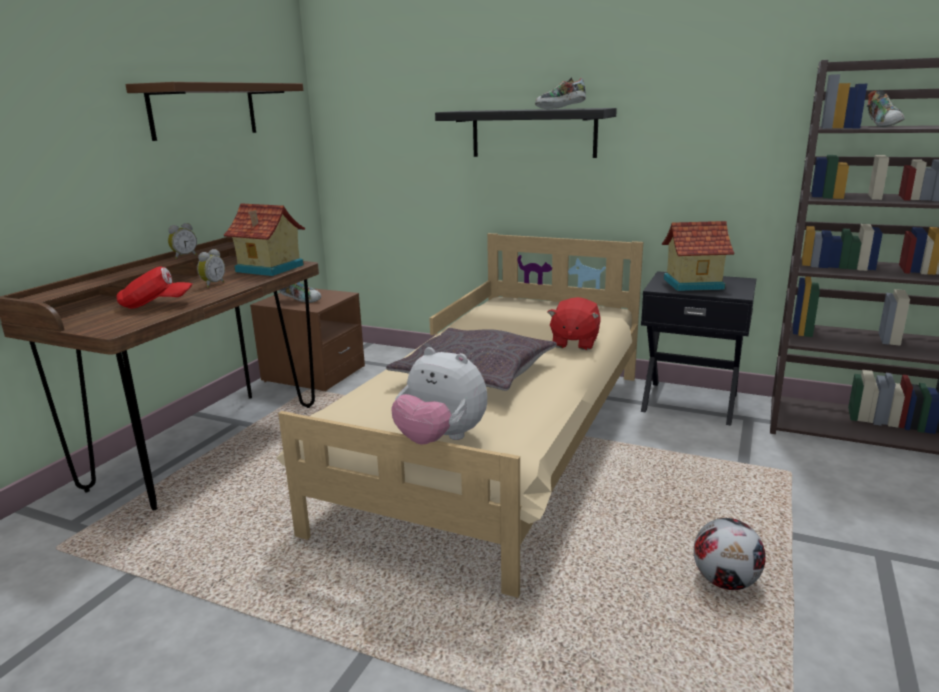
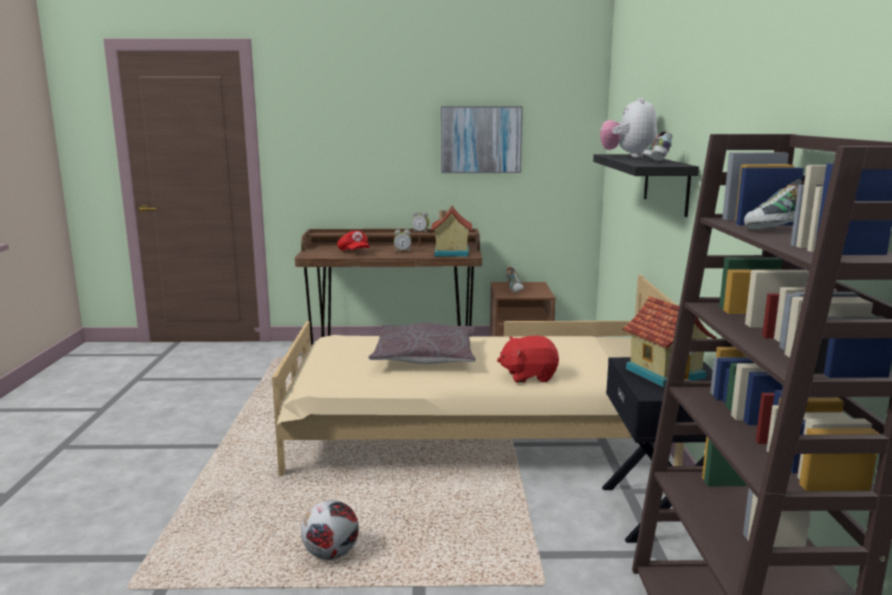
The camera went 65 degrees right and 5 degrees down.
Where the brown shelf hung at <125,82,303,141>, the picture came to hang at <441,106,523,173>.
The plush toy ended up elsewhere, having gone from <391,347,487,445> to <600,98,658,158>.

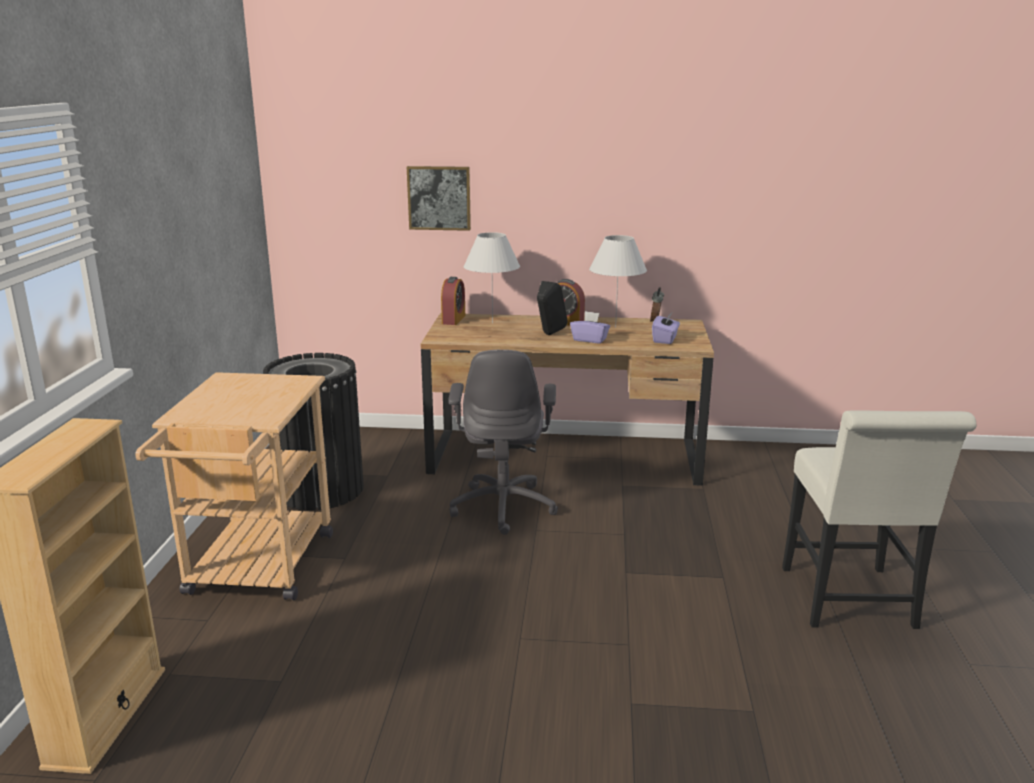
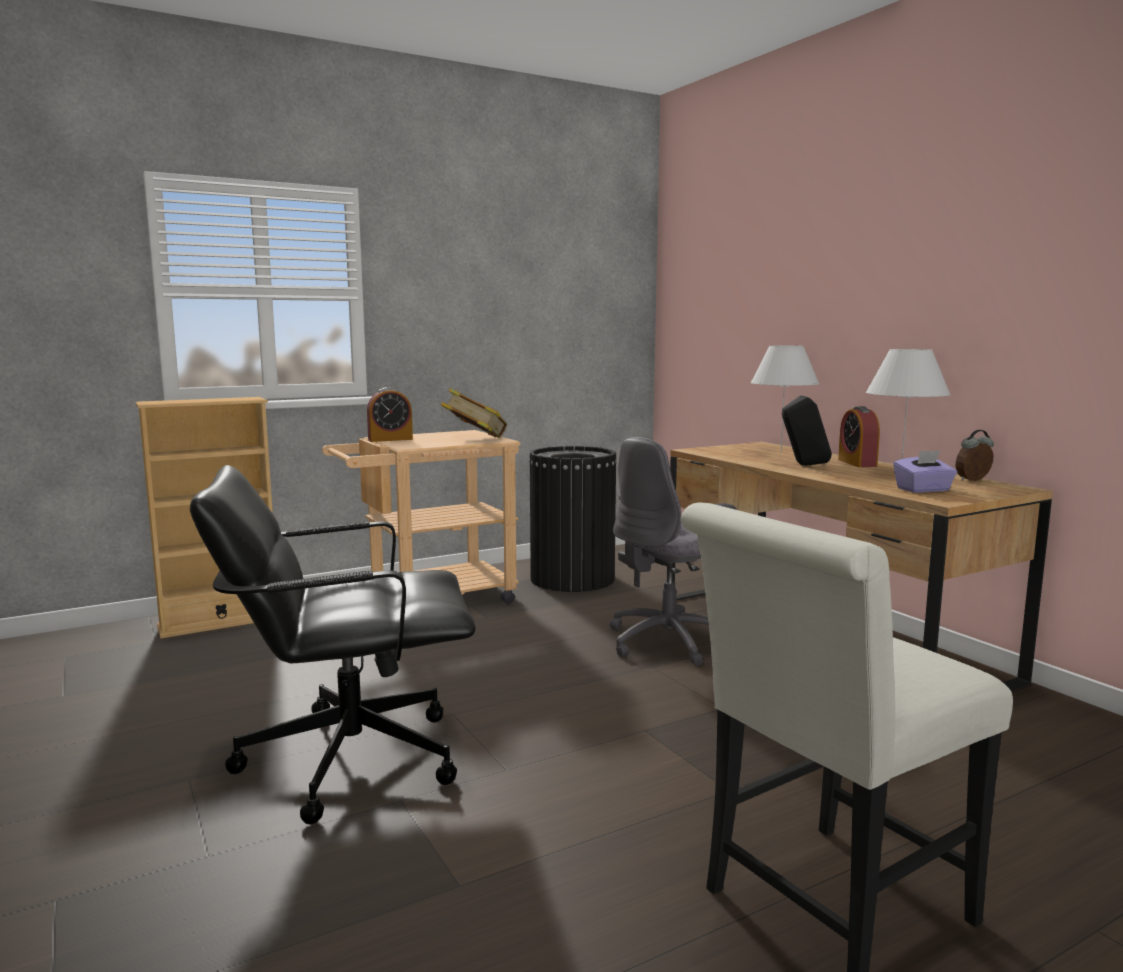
The camera went 55 degrees right and 10 degrees down.
The second view gained the black office chair at <190,465,476,824>.
The alarm clock ended up elsewhere, having gone from <441,277,465,325> to <367,387,413,442>.
The second view gained the book at <441,388,507,438>.
The second view lost the picture at <407,166,471,231>.
The second view lost the purple tissue box at <570,311,610,343>.

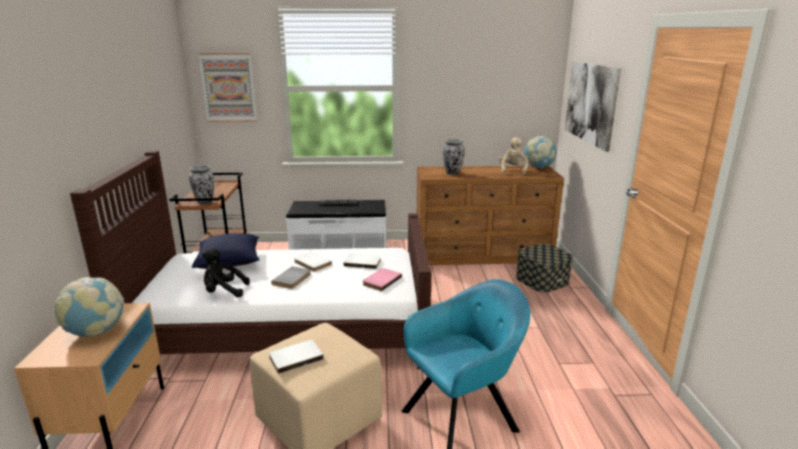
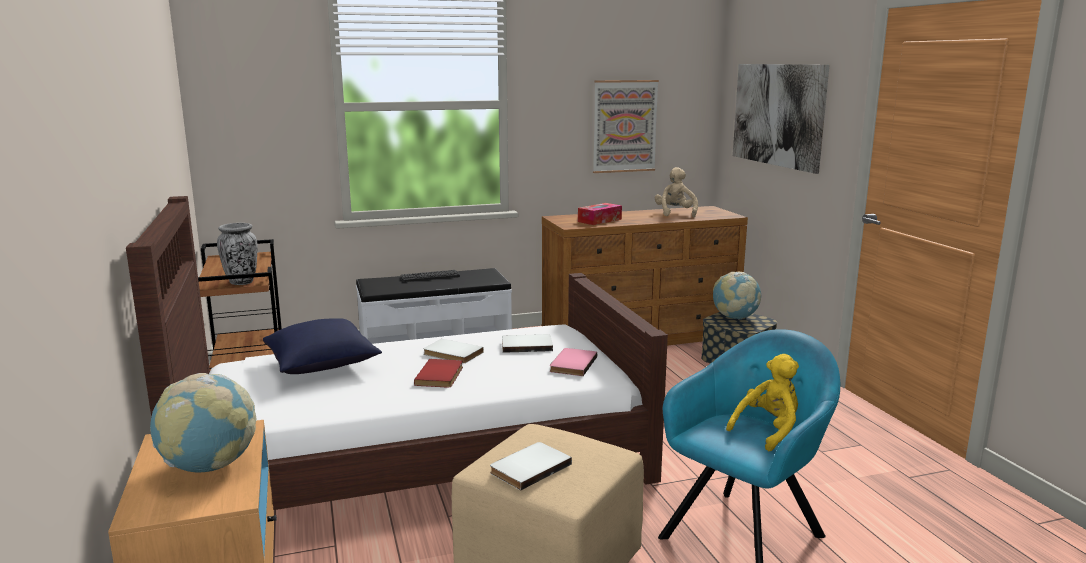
The camera went 15 degrees left and 5 degrees down.
What was the grey book at <271,267,311,289> turned into the red book at <414,359,463,388>.
Where the vase stood at <443,139,465,175>, the tissue box came to stand at <578,203,622,225>.
The picture ended up elsewhere, having gone from <198,53,257,122> to <593,80,659,173>.
The globe ended up elsewhere, having gone from <524,136,557,169> to <713,272,761,319>.
The second view gained the yellow plush toy at <726,354,799,451>.
The second view lost the black plush toy at <202,249,250,297>.

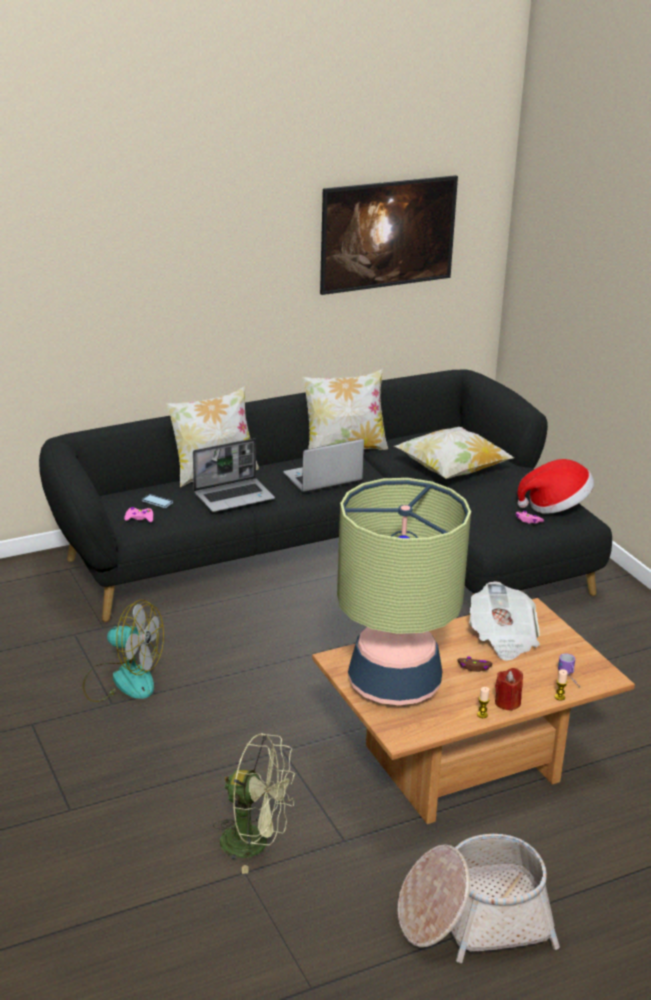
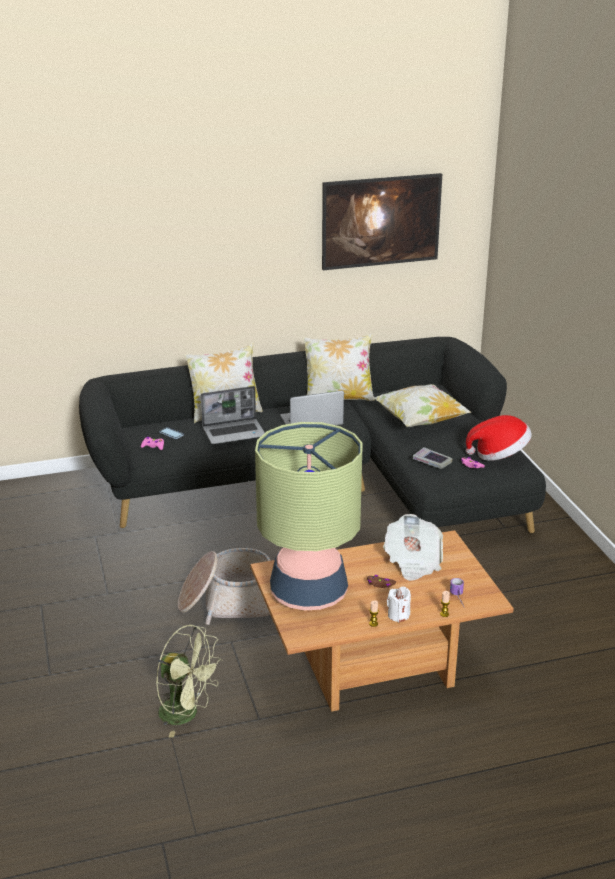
The camera went 10 degrees right and 0 degrees up.
The basket ended up elsewhere, having gone from <398,834,560,963> to <178,548,274,625>.
What was the red candle at <495,668,523,711> turned into the white candle at <387,586,411,622>.
The second view gained the book at <413,447,453,469>.
The second view lost the fan at <83,600,164,702>.

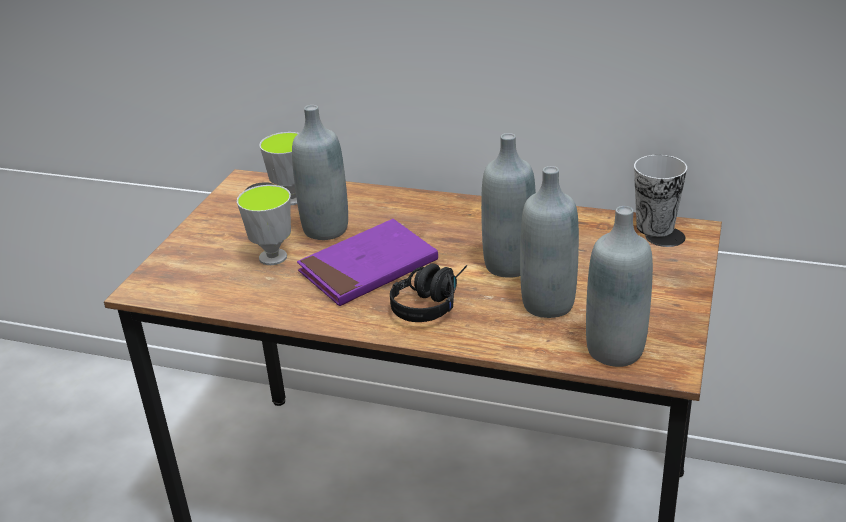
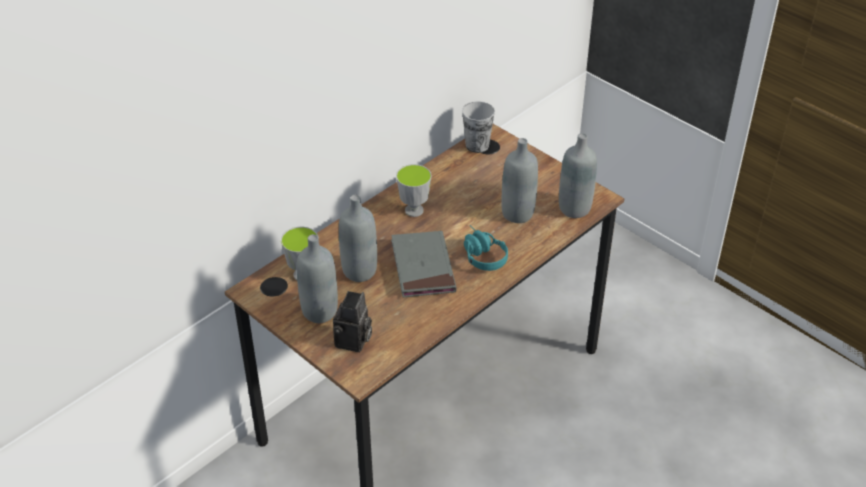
The camera went 65 degrees left and 10 degrees up.
The grey bottle ended up elsewhere, having gone from <481,133,536,278> to <297,234,338,323>.
The second view gained the photo camera at <333,291,372,352>.
What was the purple book at <297,219,438,306> turned into the grey book at <391,231,456,297>.
The cup ended up elsewhere, having gone from <237,185,291,265> to <396,164,432,217>.
What was the black headphones at <390,263,467,322> turned into the turquoise headphones at <464,225,508,271>.

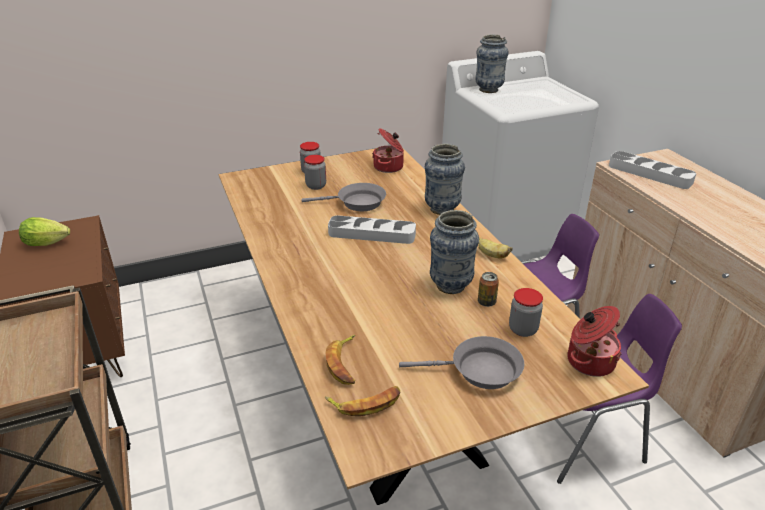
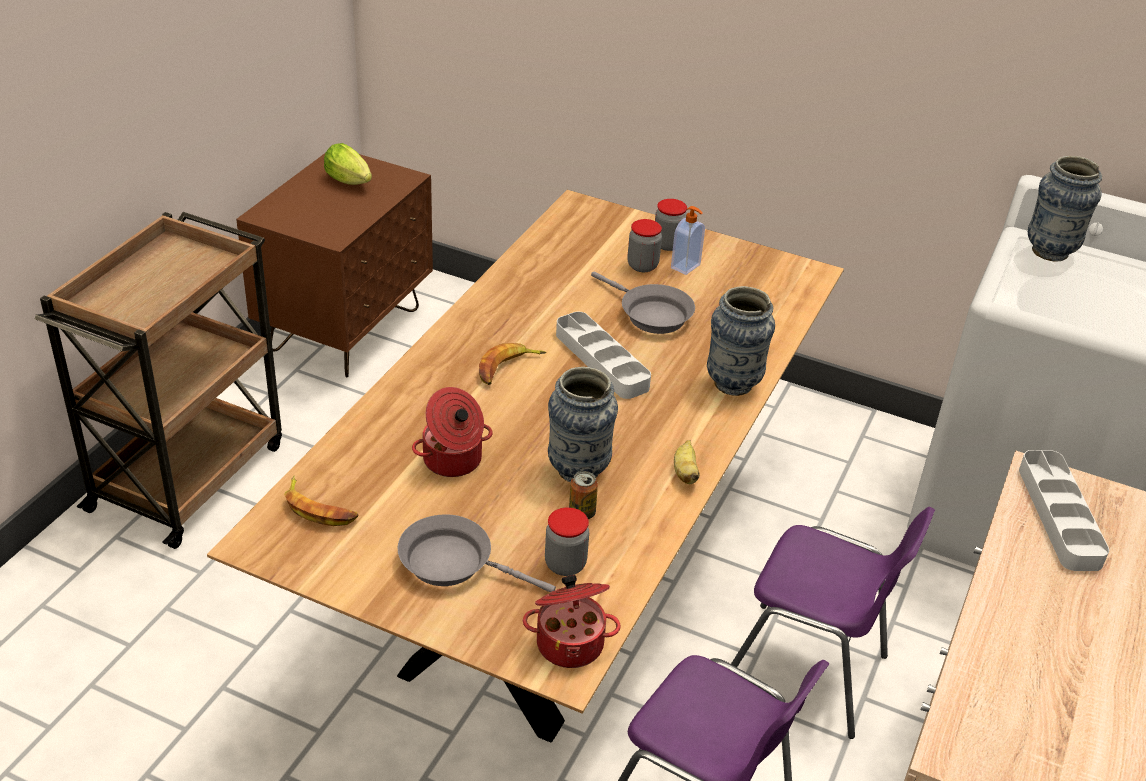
The camera went 45 degrees right and 5 degrees up.
The grey frying pan at <399,336,524,389> ended up facing another way, 150 degrees clockwise from before.
The cooking pot ended up elsewhere, having gone from <372,128,404,173> to <412,387,493,477>.
The banana ended up elsewhere, having gone from <326,335,355,385> to <479,343,547,385>.
The second view gained the soap dispenser at <671,206,705,275>.

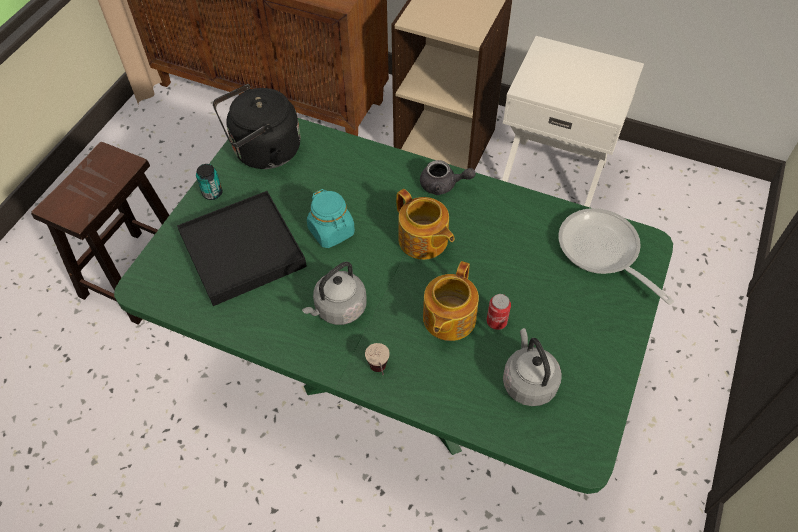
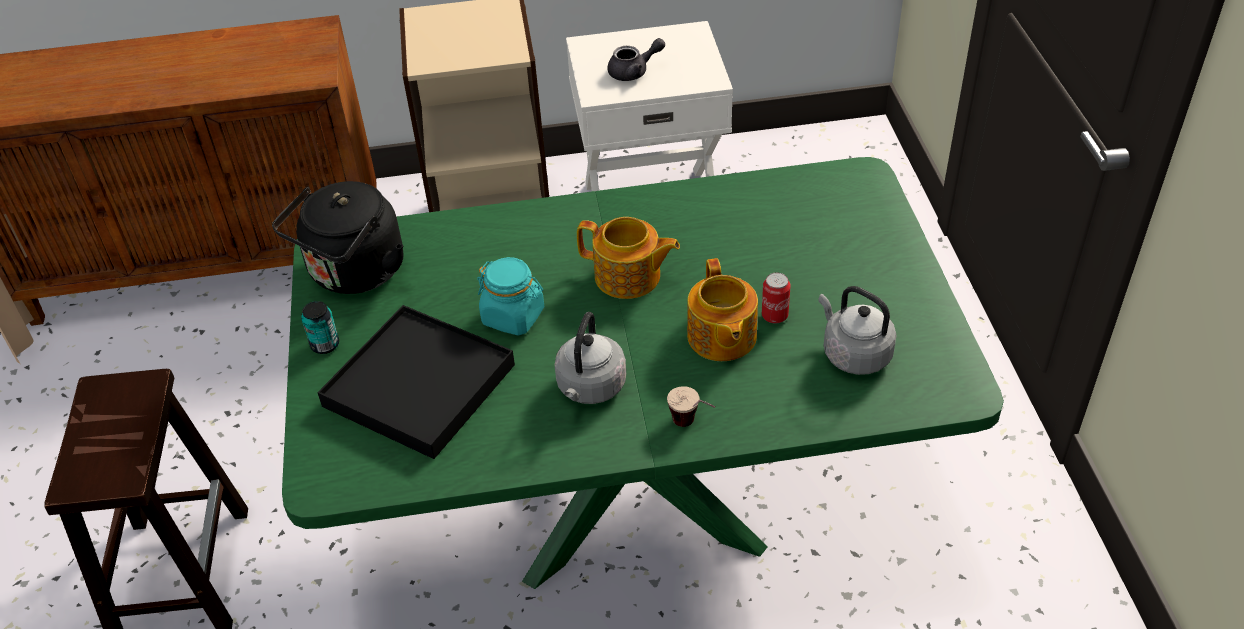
The camera went 30 degrees left and 10 degrees down.
The grey teapot ended up elsewhere, having gone from <420,160,476,195> to <608,38,665,81>.
The second view lost the frying pan at <558,208,674,305>.

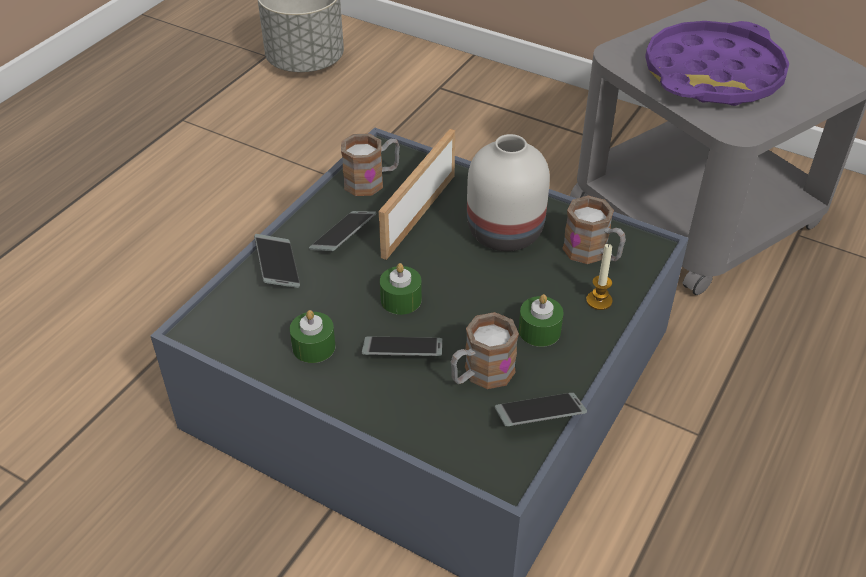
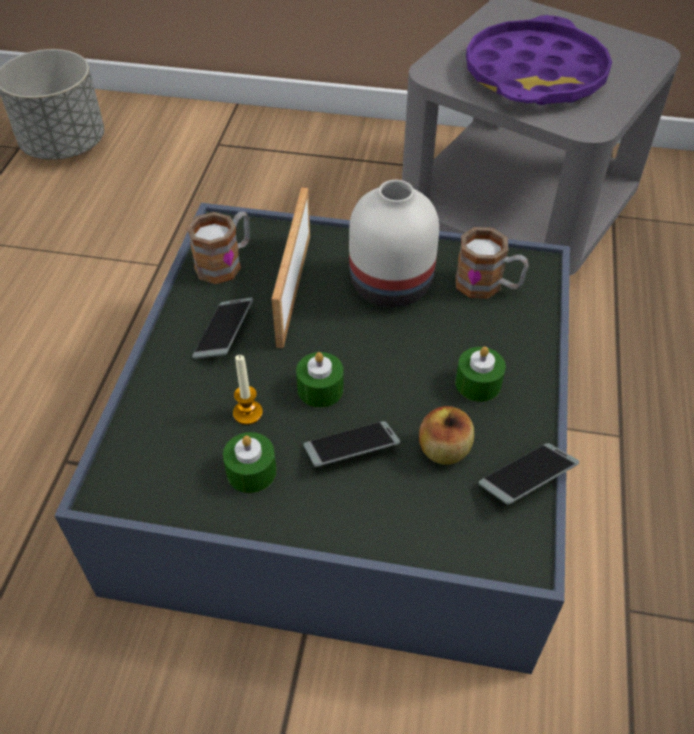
The camera went 20 degrees left and 5 degrees up.
The candle ended up elsewhere, having gone from <586,244,613,310> to <233,355,263,425>.
Where the mug stood at <451,312,519,389>, the apple came to stand at <419,406,474,465>.
The second view lost the phone at <254,234,300,288>.

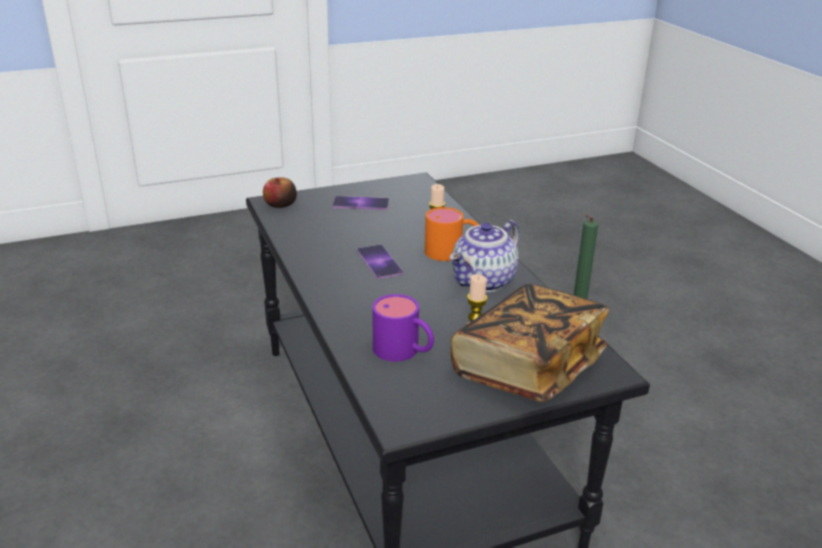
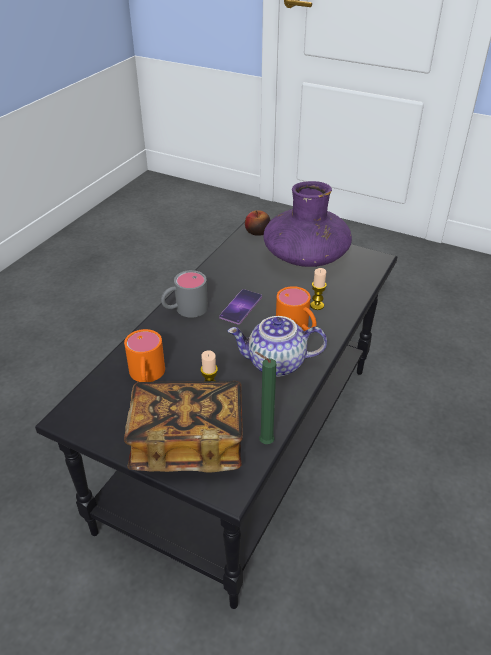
The camera went 50 degrees right and 10 degrees up.
What was the purple mug at <372,294,434,362> turned into the orange mug at <124,329,165,382>.
The second view gained the grey mug at <161,270,208,318>.
Where the phone stood at <332,196,389,210>, the purple vase came to stand at <264,181,352,267>.

